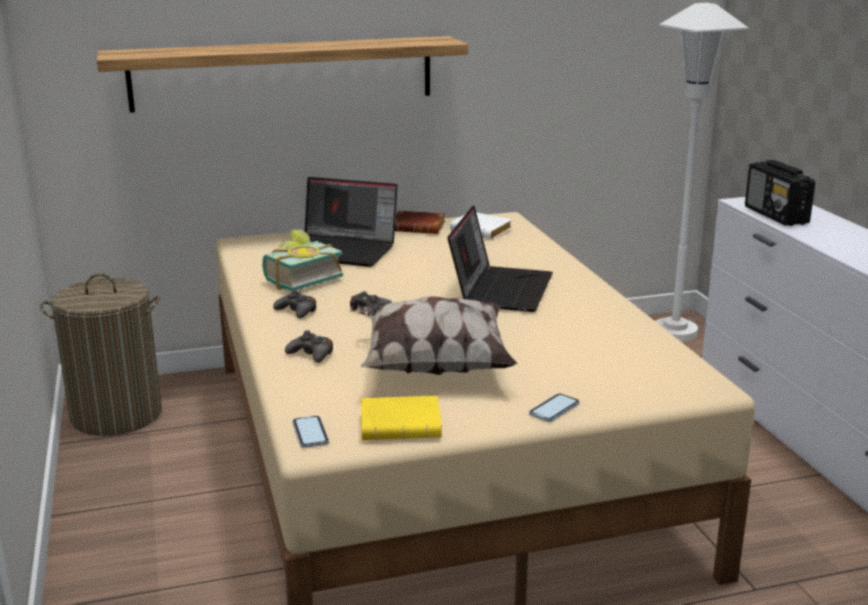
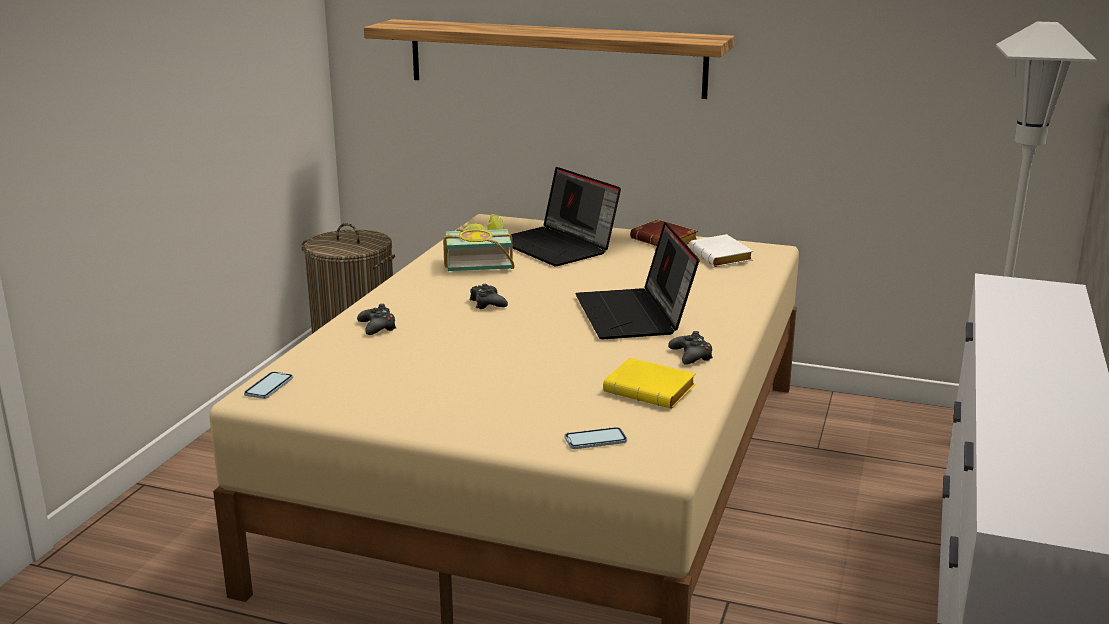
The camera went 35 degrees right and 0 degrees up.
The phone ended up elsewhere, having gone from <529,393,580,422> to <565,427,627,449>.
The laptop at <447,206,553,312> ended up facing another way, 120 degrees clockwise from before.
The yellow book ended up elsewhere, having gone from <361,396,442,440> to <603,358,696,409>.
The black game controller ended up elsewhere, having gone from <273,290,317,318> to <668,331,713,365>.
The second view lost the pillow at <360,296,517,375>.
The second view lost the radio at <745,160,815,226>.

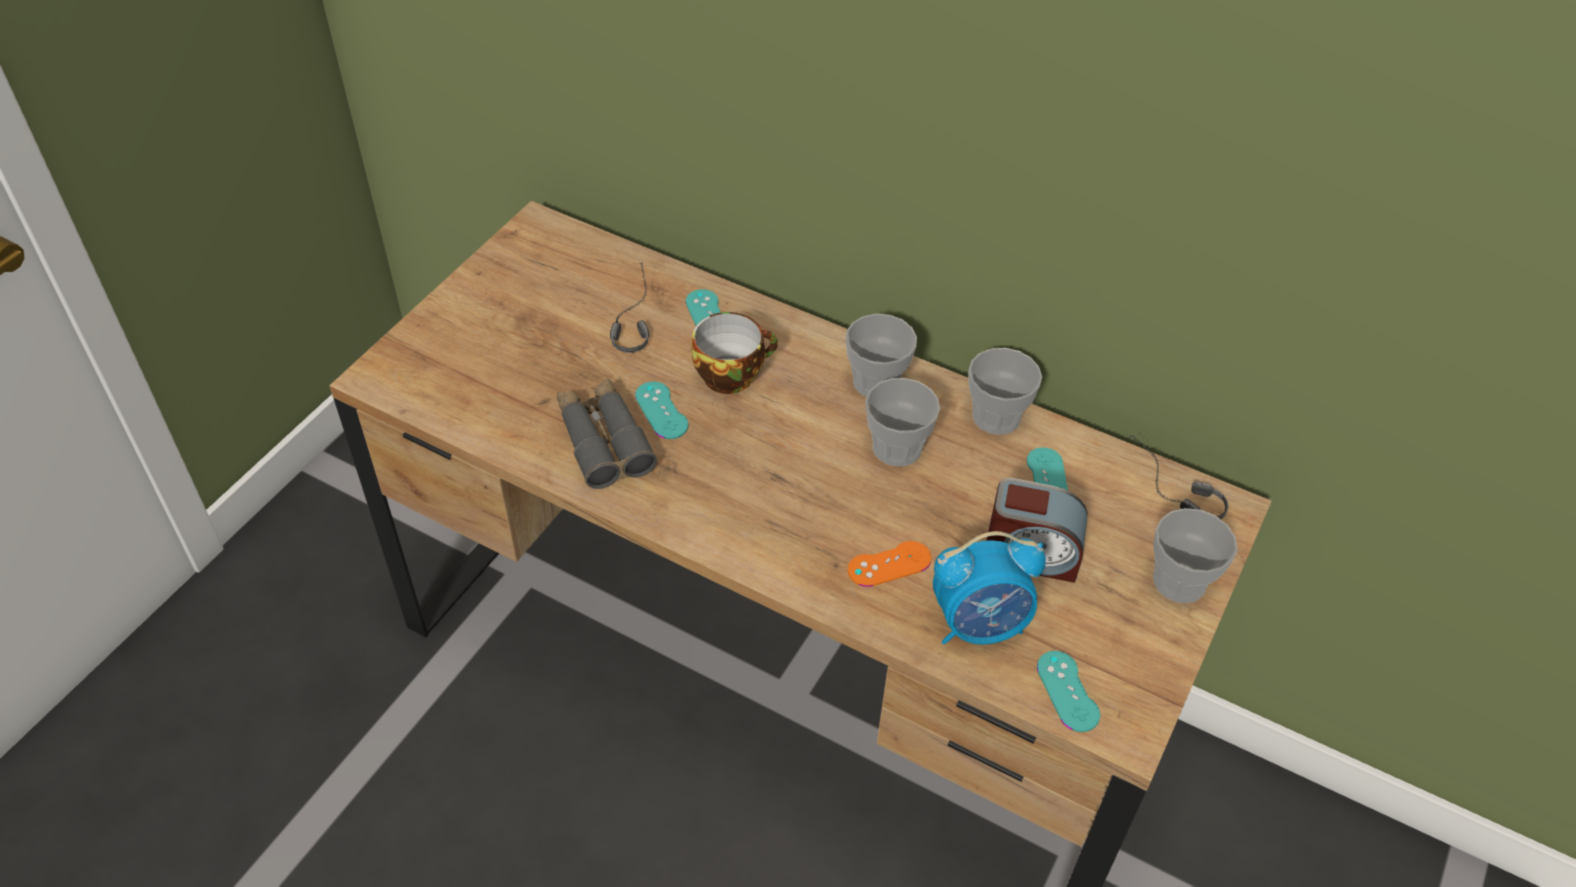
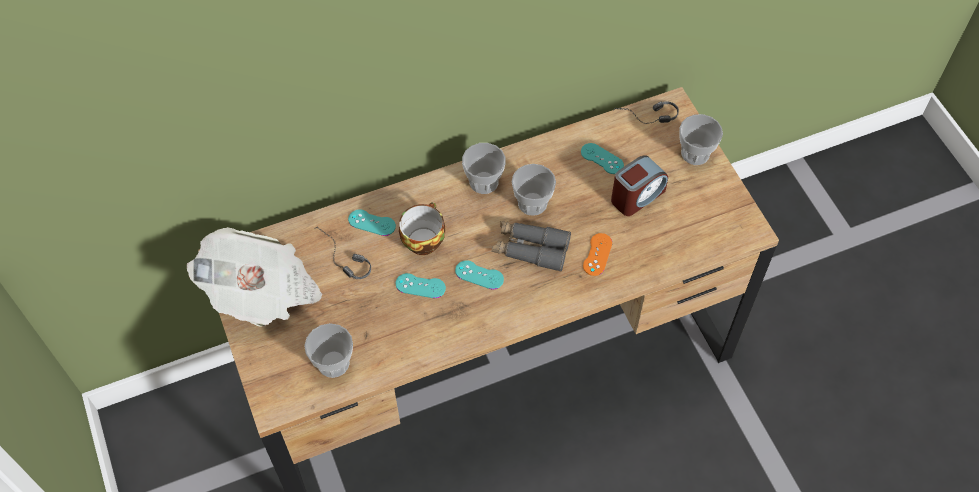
The camera went 50 degrees left and 10 degrees up.
The second view gained the newspaper at <187,227,322,327>.
The cup ended up elsewhere, having gone from <968,348,1042,435> to <304,323,353,378>.
The turquoise game controller ended up elsewhere, having gone from <1037,651,1100,732> to <455,260,504,289>.
The grey binoculars ended up elsewhere, having gone from <557,378,657,489> to <492,221,571,271>.
The second view lost the alarm clock at <933,531,1046,645>.

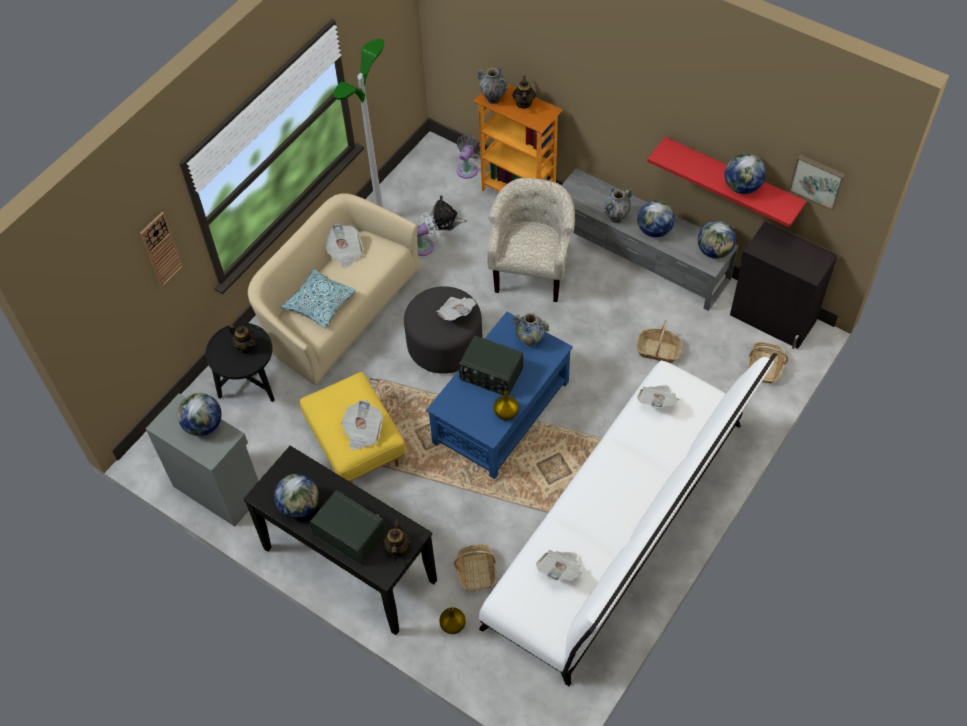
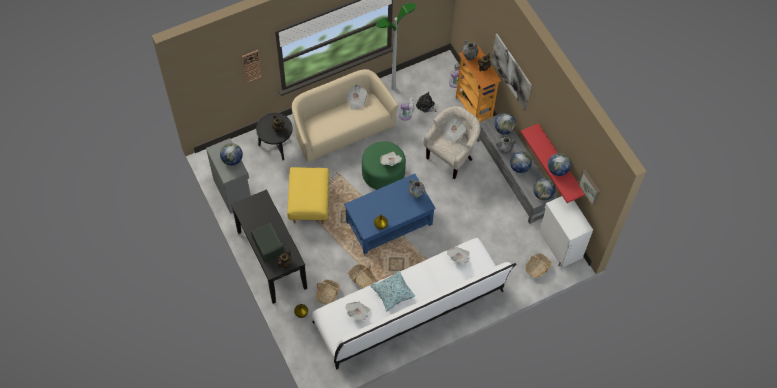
The camera went 25 degrees right and 5 degrees up.
The basket ended up elsewhere, having gone from <636,320,682,363> to <348,264,375,288>.
What was the grey ottoman at <404,286,483,374> turned into the green ottoman at <362,141,406,190>.
The pillow ended up elsewhere, having gone from <281,269,356,329> to <371,271,415,311>.
The newspaper ended up elsewhere, having gone from <341,400,383,450> to <443,119,466,143>.
The second view gained the picture at <491,34,532,111>.
The globe ended up elsewhere, having gone from <274,474,319,519> to <495,113,516,135>.
What was the black cabinet at <730,221,838,349> turned into the white cabinet at <539,196,593,267>.
The second view lost the radio at <459,336,523,396>.

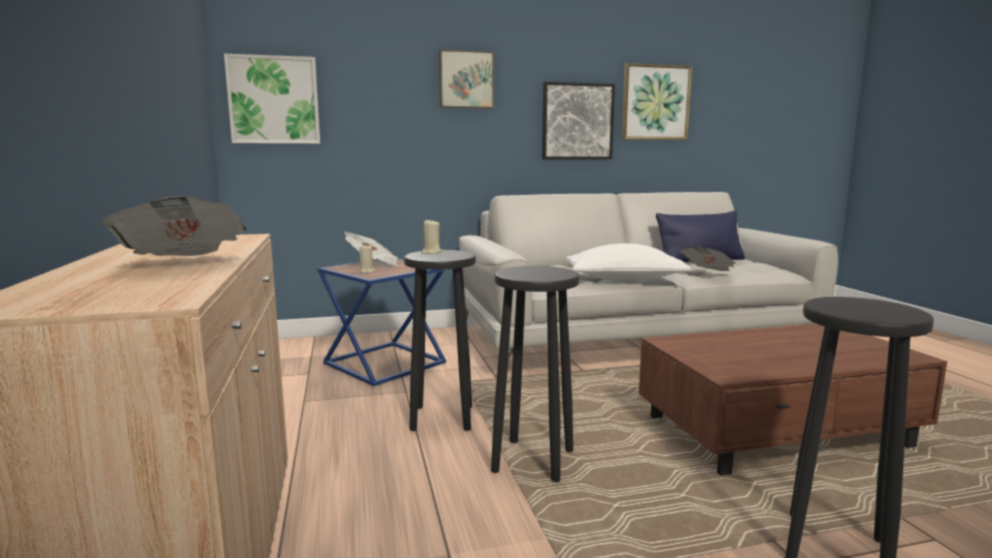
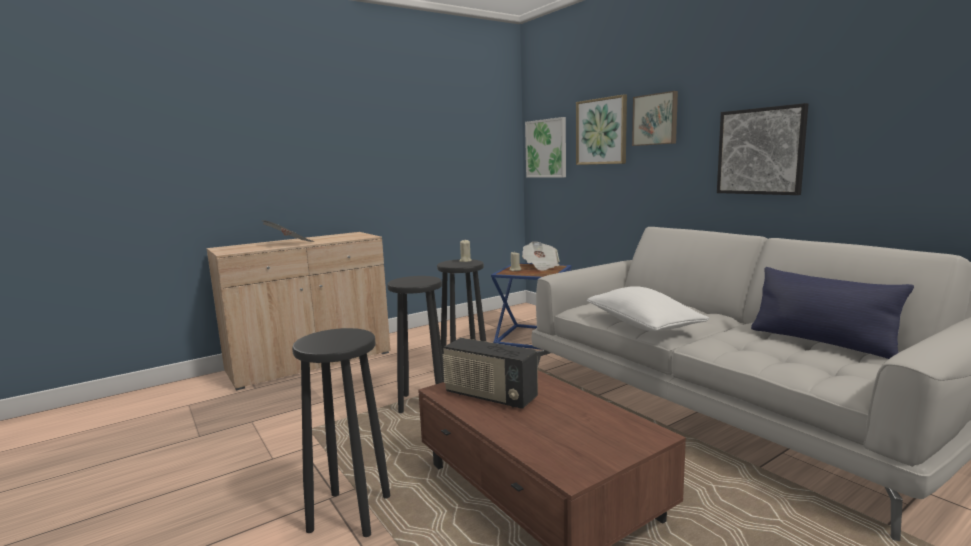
The camera went 70 degrees right and 0 degrees up.
The second view gained the radio at <442,338,538,409>.
The picture ended up elsewhere, having gone from <621,63,692,140> to <576,94,627,165>.
The second view lost the newspaper at <680,247,735,271>.

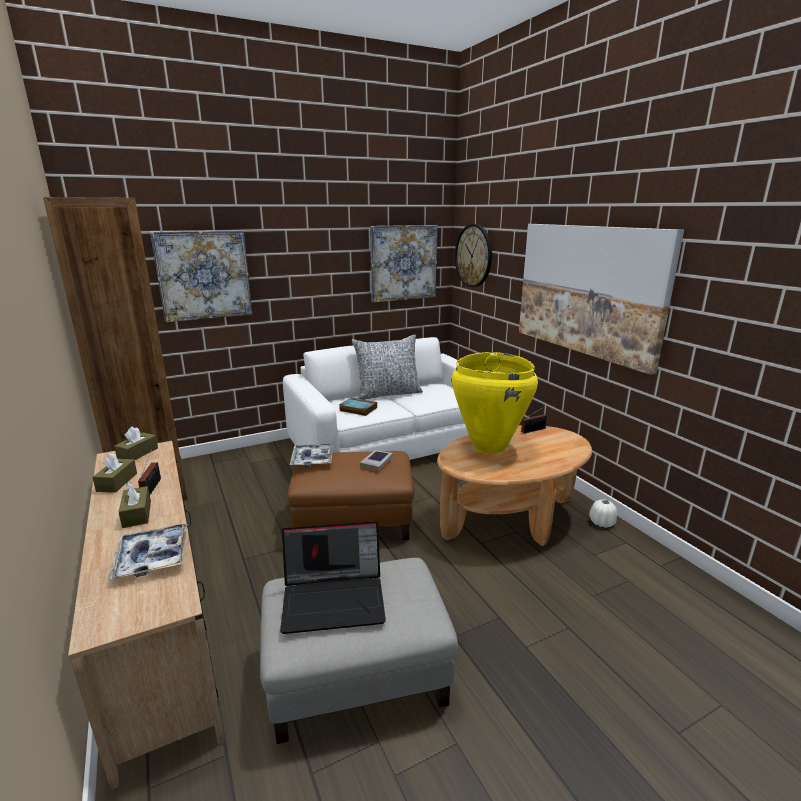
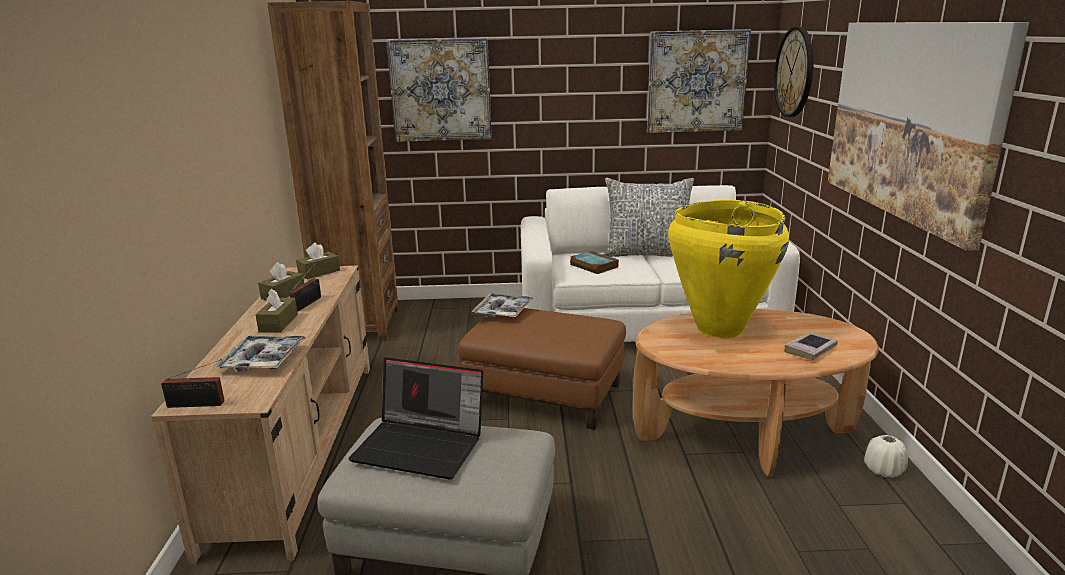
The camera went 25 degrees right and 0 degrees up.
The radio ended up elsewhere, having gone from <521,404,549,433> to <161,359,224,408>.
The book ended up elsewhere, having gone from <360,450,393,470> to <785,333,838,360>.

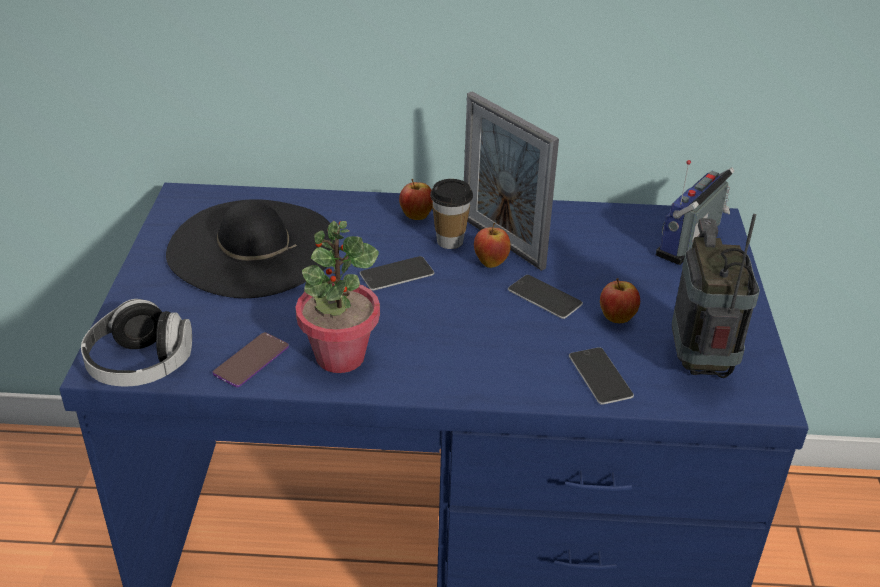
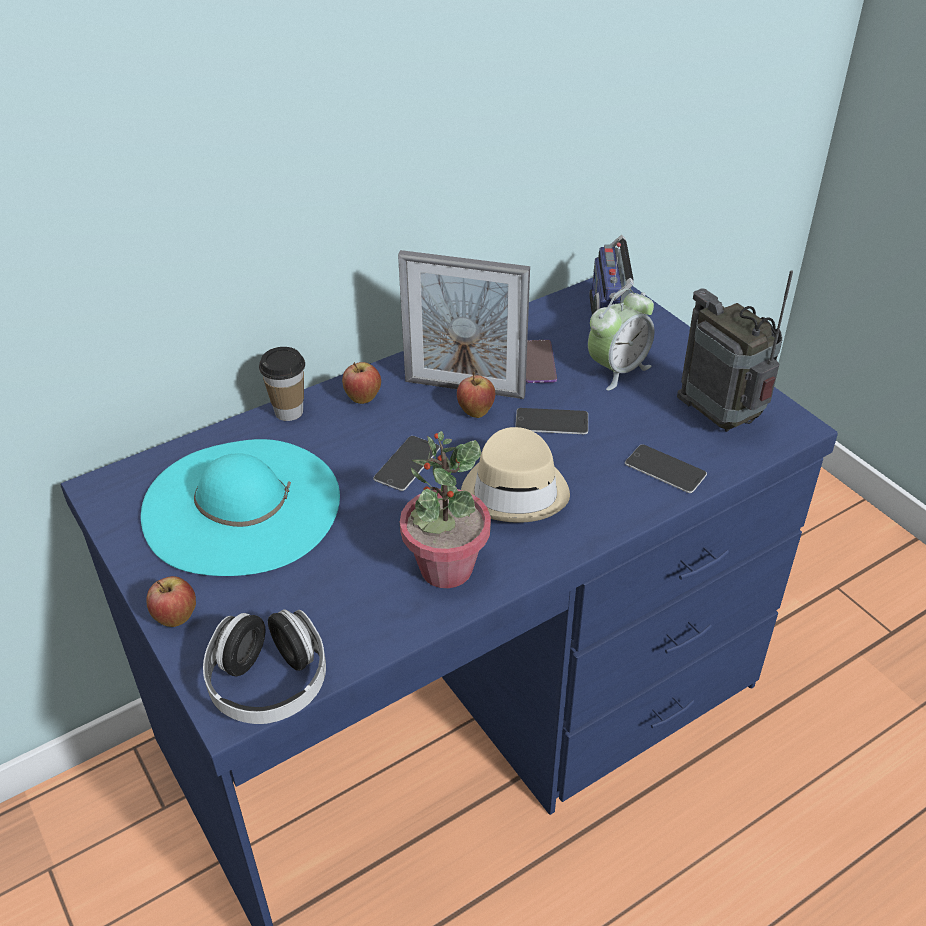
The camera went 35 degrees left and 5 degrees up.
What was the black hat at <166,199,335,298> turned into the turquoise hat at <141,439,340,576>.
The apple ended up elsewhere, having gone from <600,278,640,323> to <146,576,196,627>.
The cup ended up elsewhere, having gone from <430,179,473,249> to <259,347,305,421>.
The second view gained the beige hat at <461,427,570,523>.
The phone ended up elsewhere, having gone from <213,332,289,387> to <526,340,557,383>.
The second view gained the alarm clock at <588,288,654,391>.

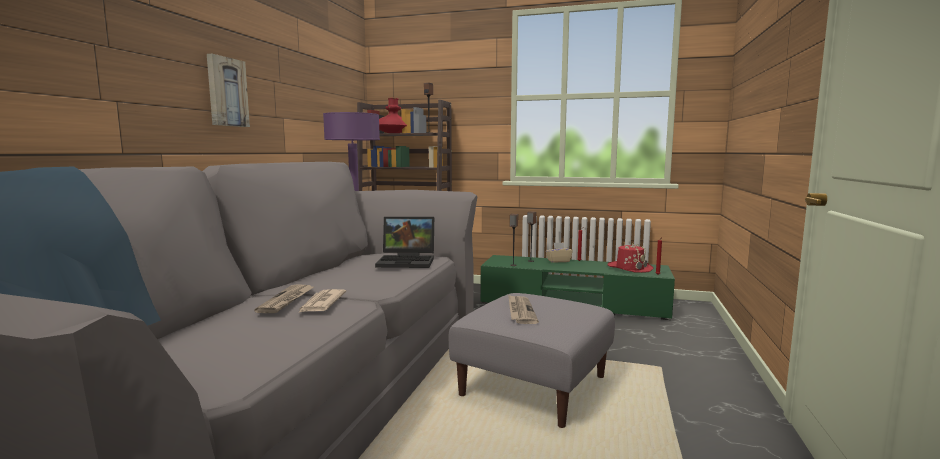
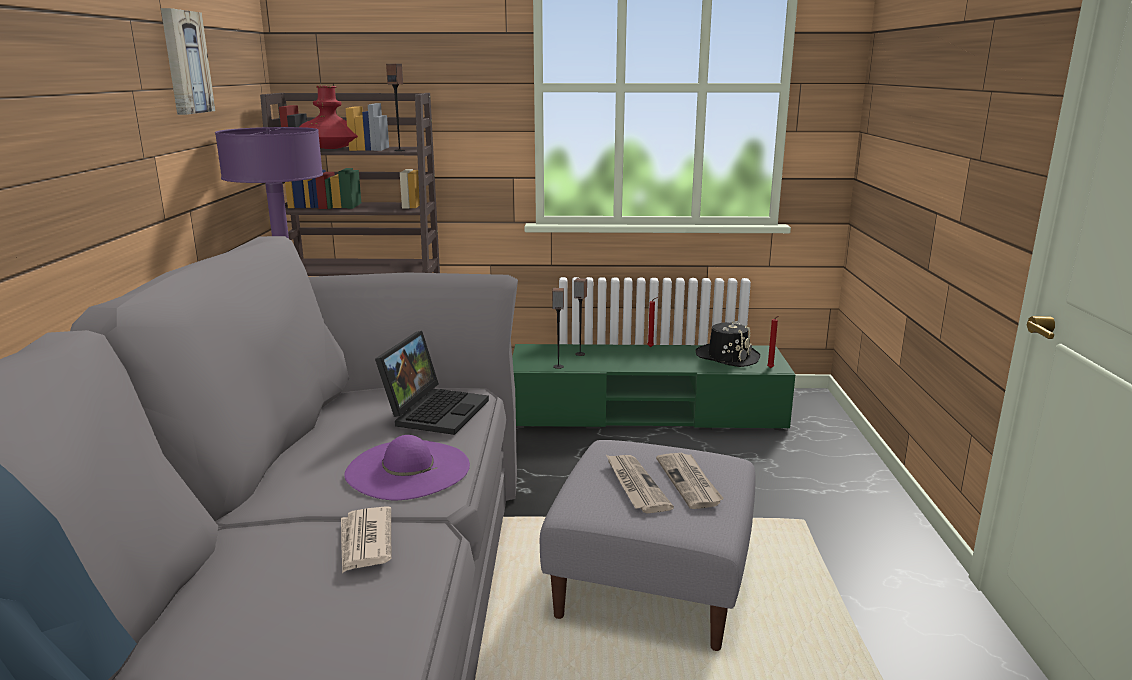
The camera went 15 degrees left and 10 degrees up.
The picture ended up elsewhere, having gone from <207,54,250,127> to <161,8,216,115>.
The second view gained the purple hat at <344,435,470,500>.
The laptop at <375,217,434,268> ended up facing another way, 60 degrees counterclockwise from before.
The newspaper ended up elsewhere, having gone from <254,284,314,313> to <656,453,724,509>.
What was the red hat at <608,244,653,273> turned into the black hat at <696,321,760,367>.
The second view lost the beige tissue box at <546,242,573,263>.

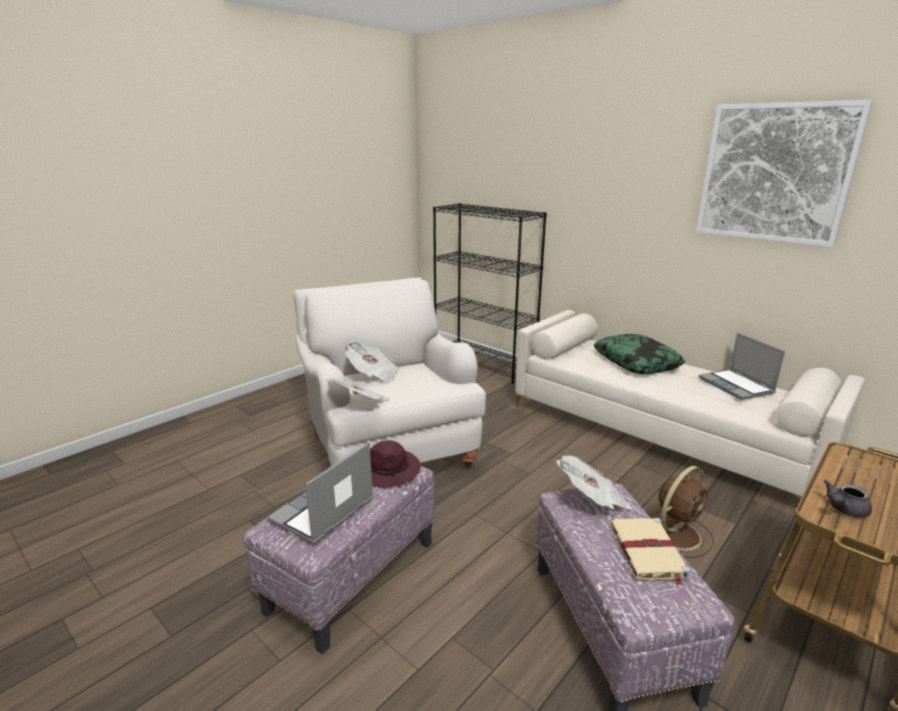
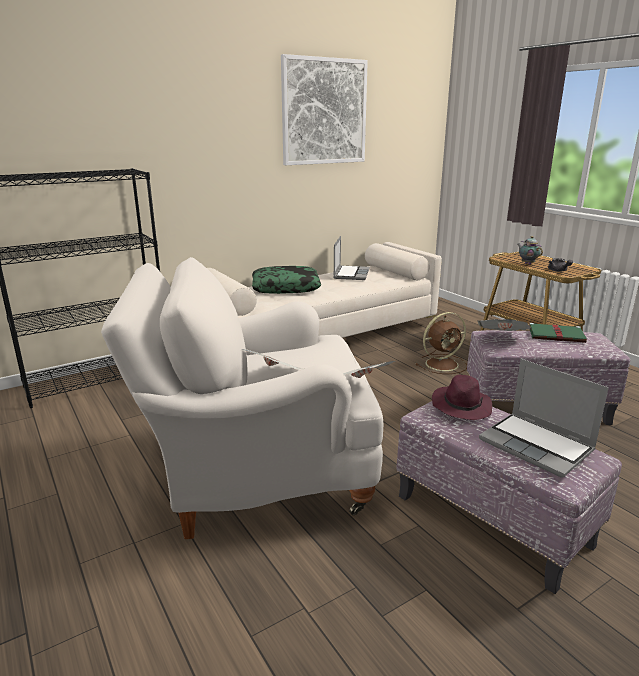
The camera went 75 degrees left and 0 degrees up.
The laptop at <699,333,785,400> ended up facing another way, 75 degrees counterclockwise from before.
The brown fan at <649,466,714,558> ended up facing another way, 90 degrees clockwise from before.
The second view gained the teapot at <517,236,543,265>.
What was the beige book at <611,518,691,586> turned into the green book at <529,323,587,343>.

